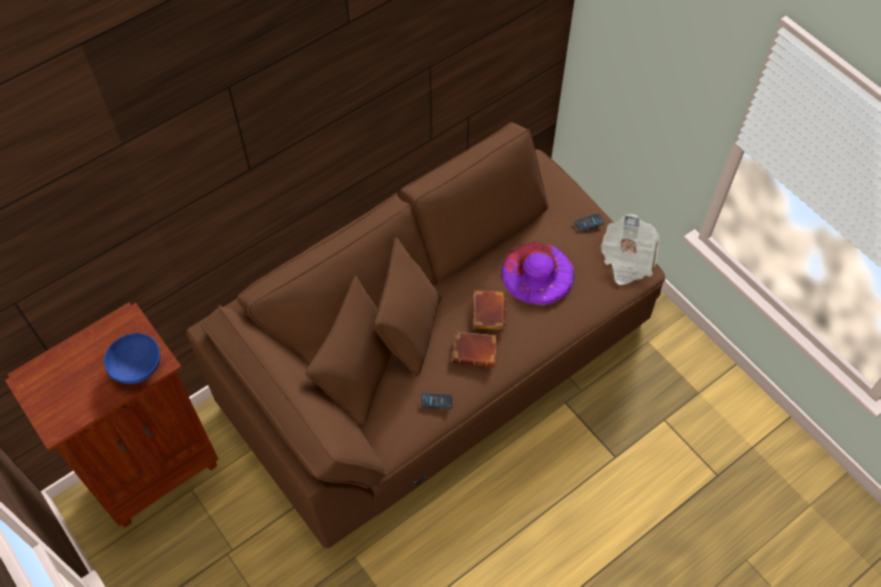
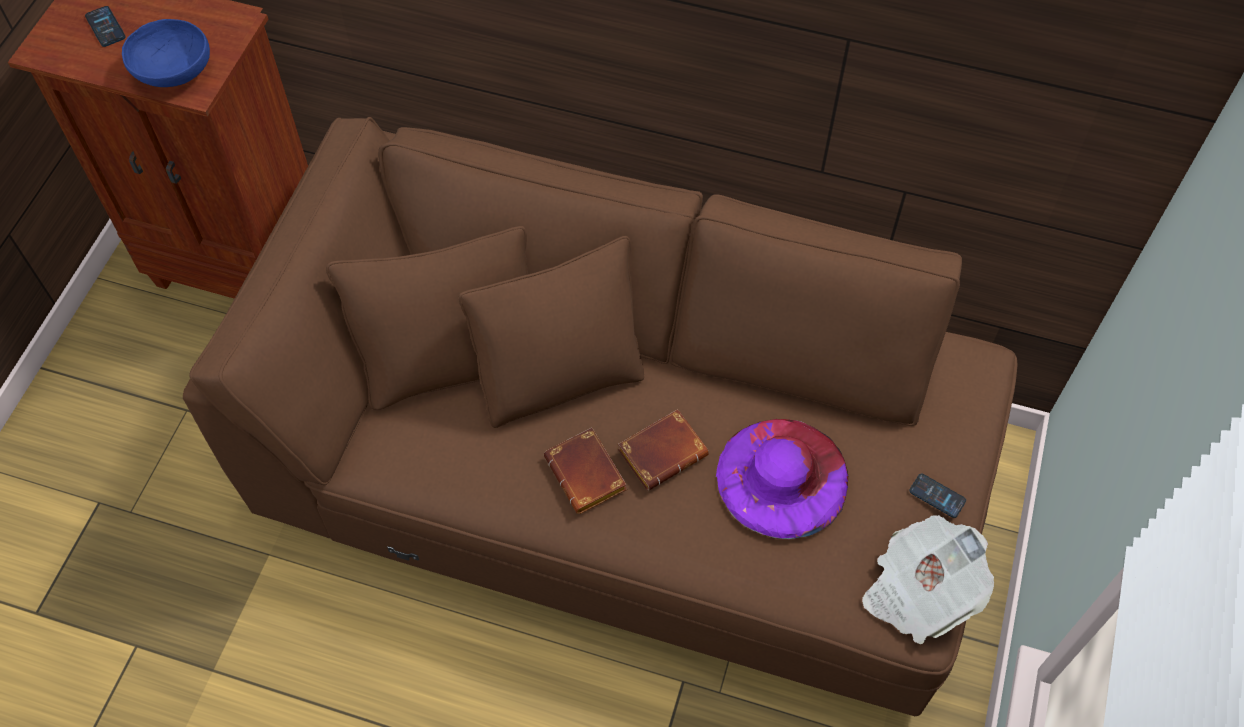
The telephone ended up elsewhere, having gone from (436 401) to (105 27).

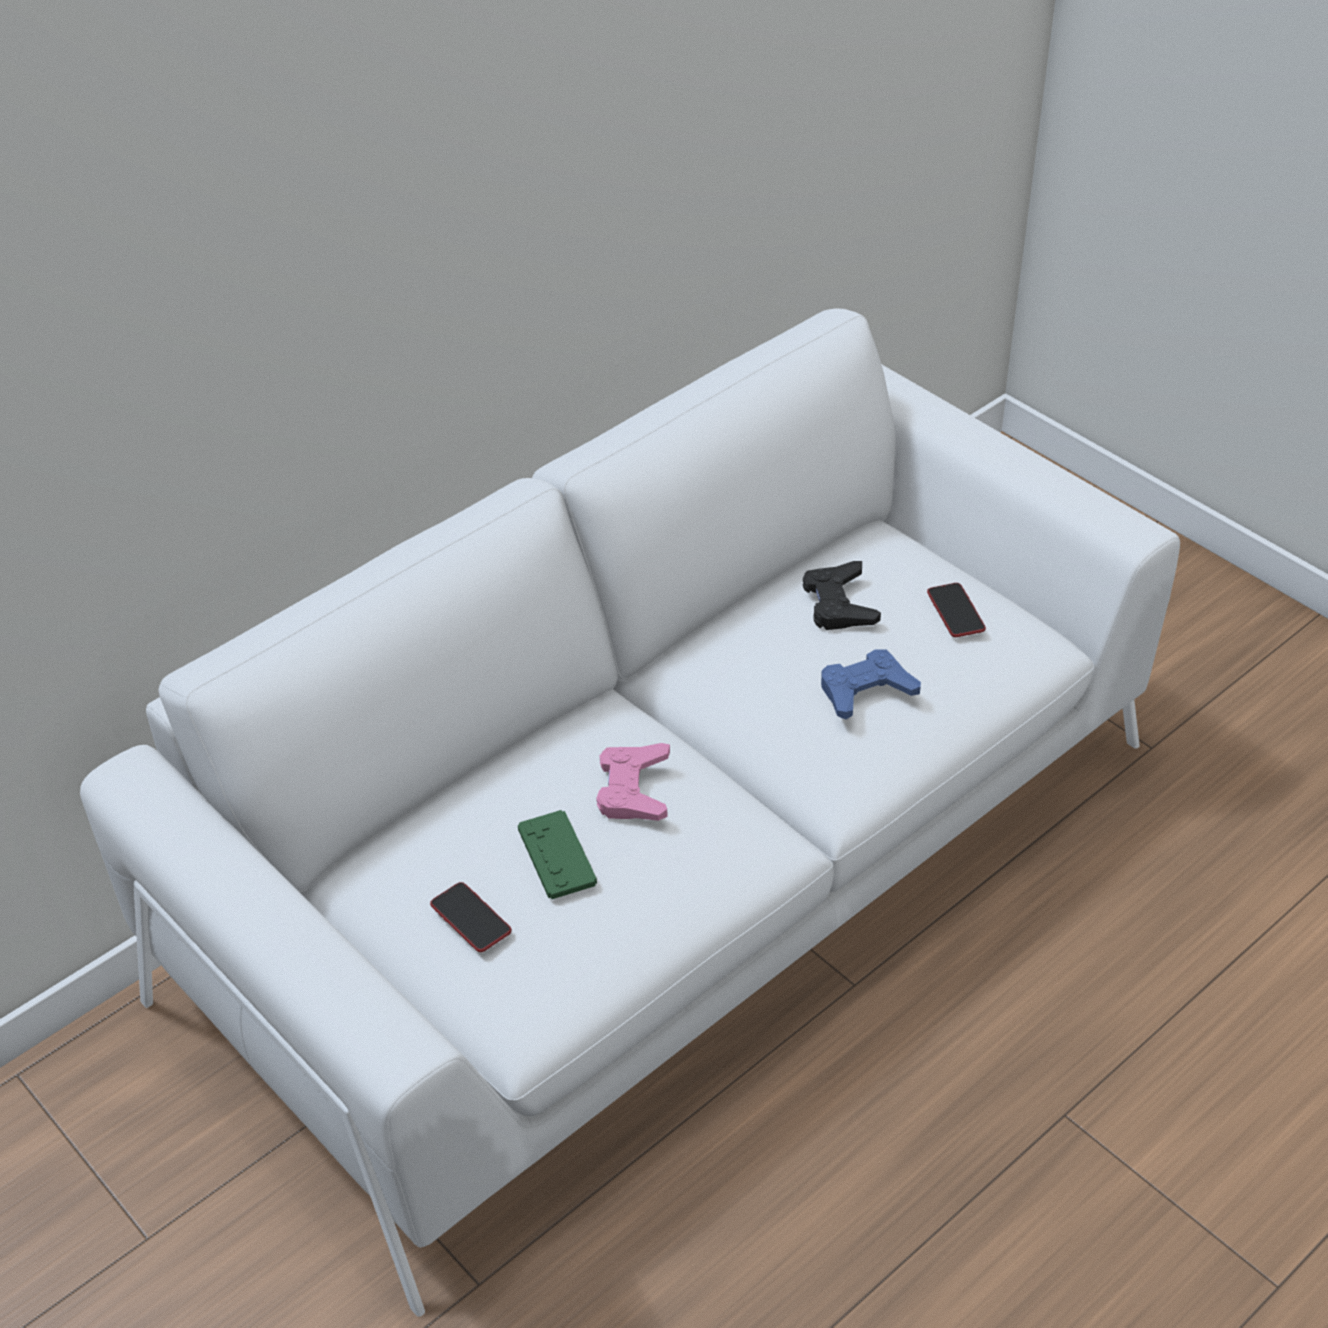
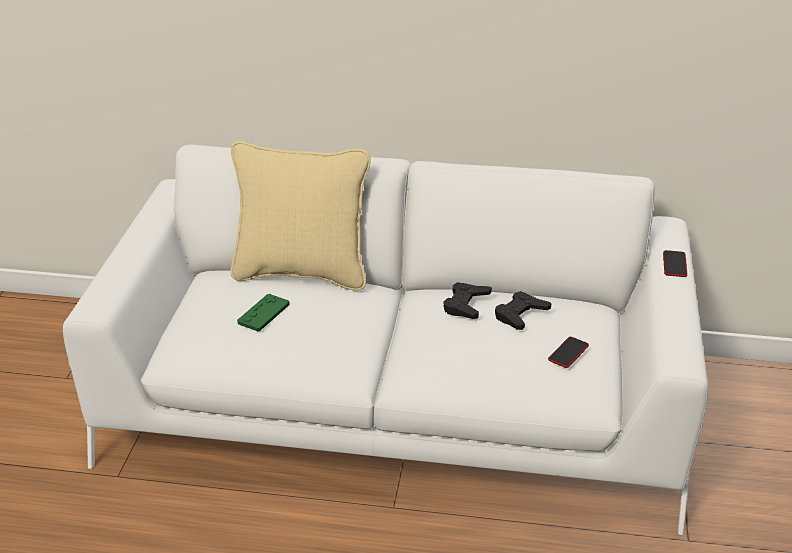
The second view gained the beige-coloured cushion at (302 273).
The second view gained the blackish gamepad at (466 305).
The telephone ended up elsewhere, having gone from (470 918) to (674 264).
The second view lost the pink gamepad at (633 789).
The second view lost the bluish gamepad at (866 690).

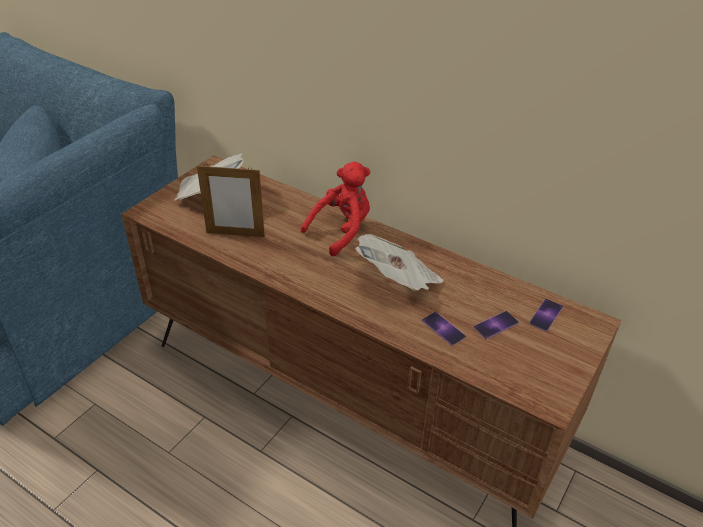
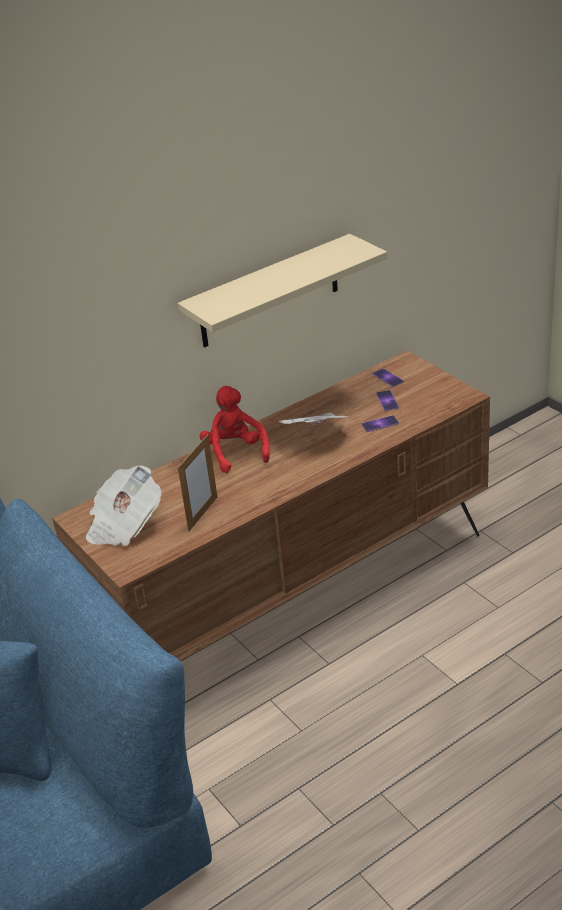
The second view gained the beige-coloured shelf at (269 292).

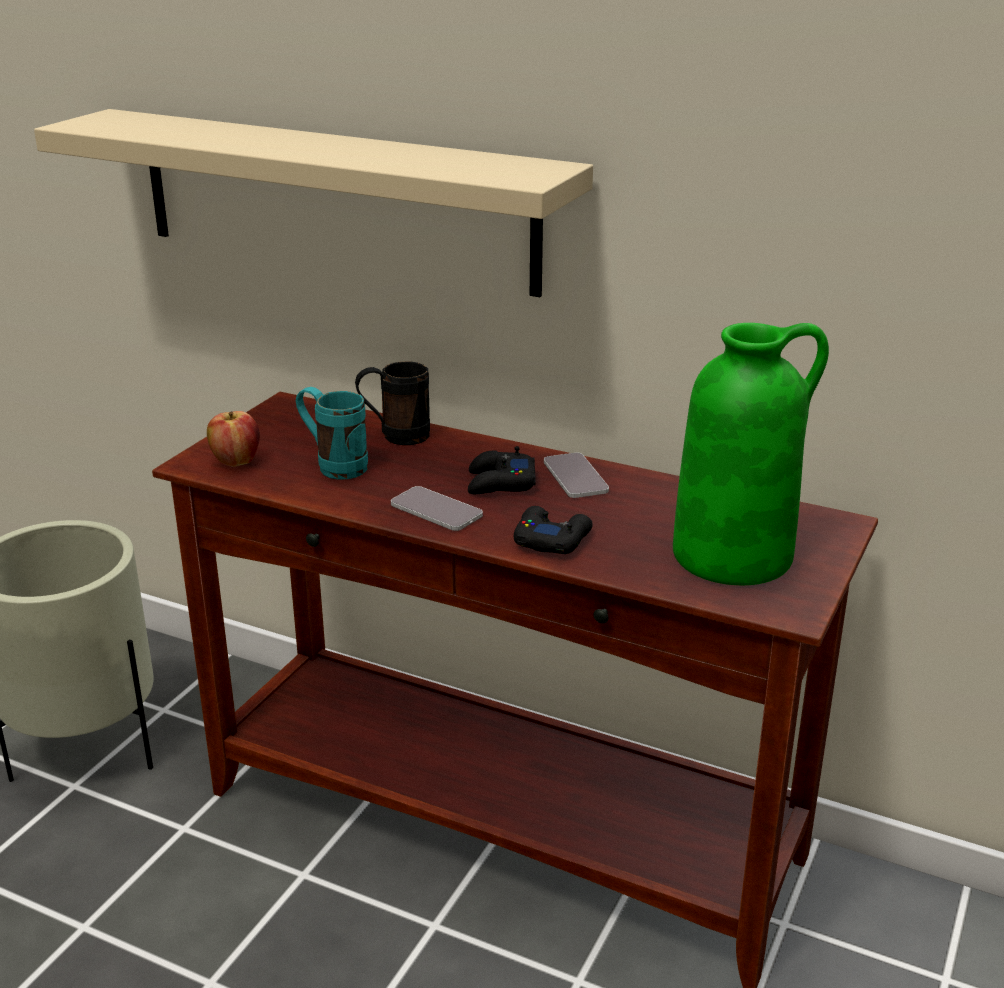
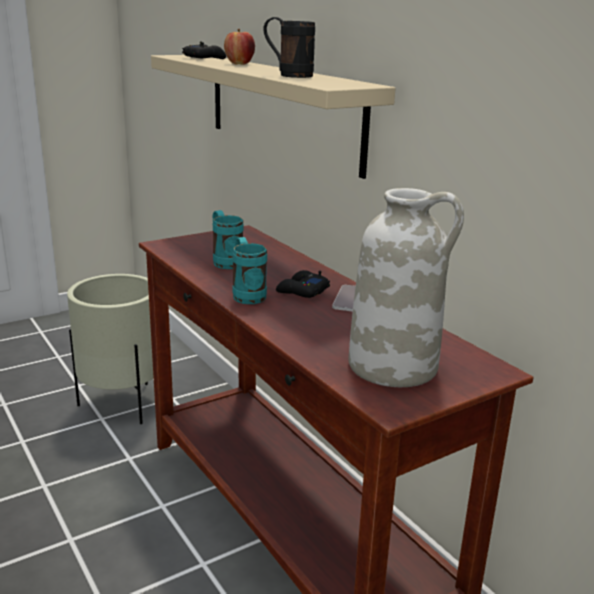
The blackish gamepad ended up elsewhere, having gone from (551 539) to (204 58).
The whole apple ended up elsewhere, having gone from (236 461) to (239 64).
Where the telephone stood at (436 510), the turquoise-coloured tea mug came to stand at (247 294).
The blackish tea mug ended up elsewhere, having gone from (394 437) to (288 75).
What was the green-coloured flower vase at (734 555) turned into the white flower vase at (394 366).

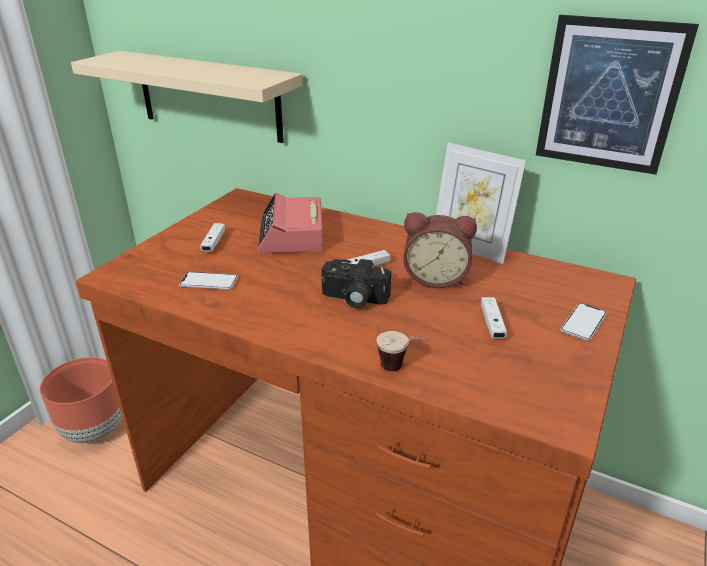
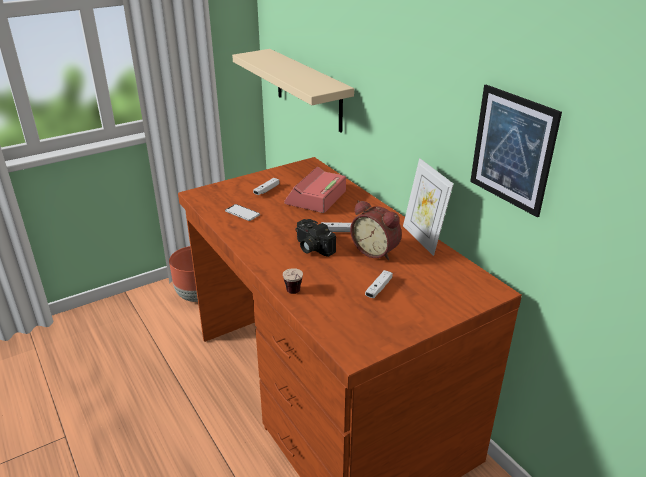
The second view lost the telephone at (583 322).

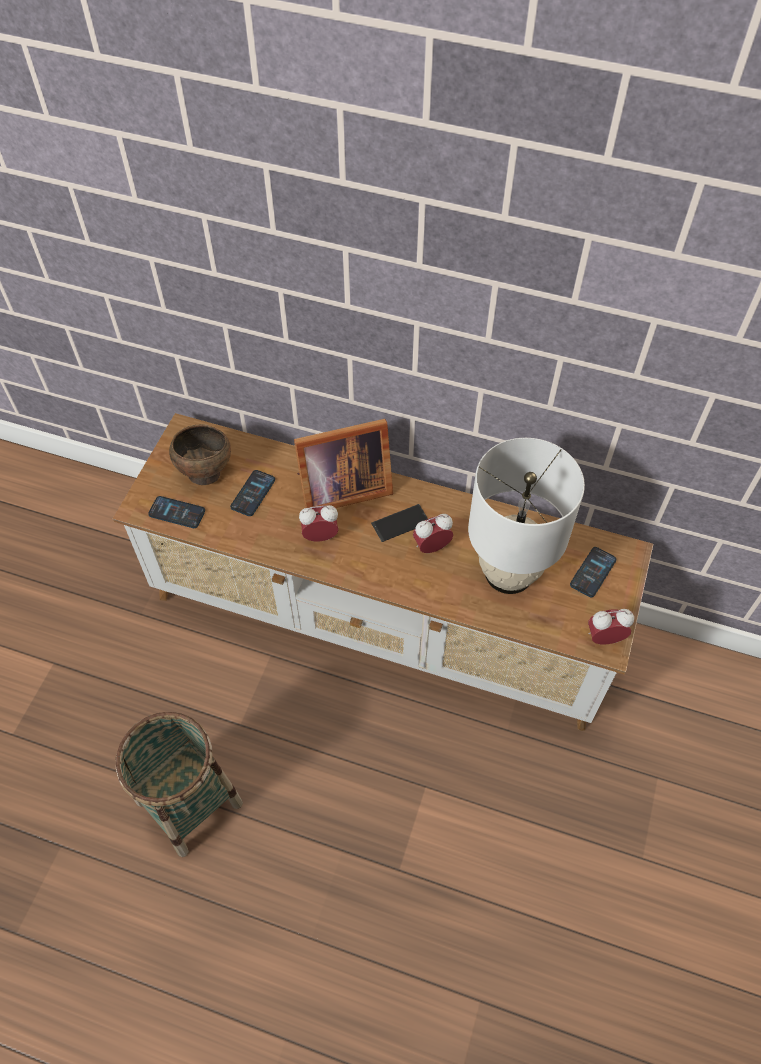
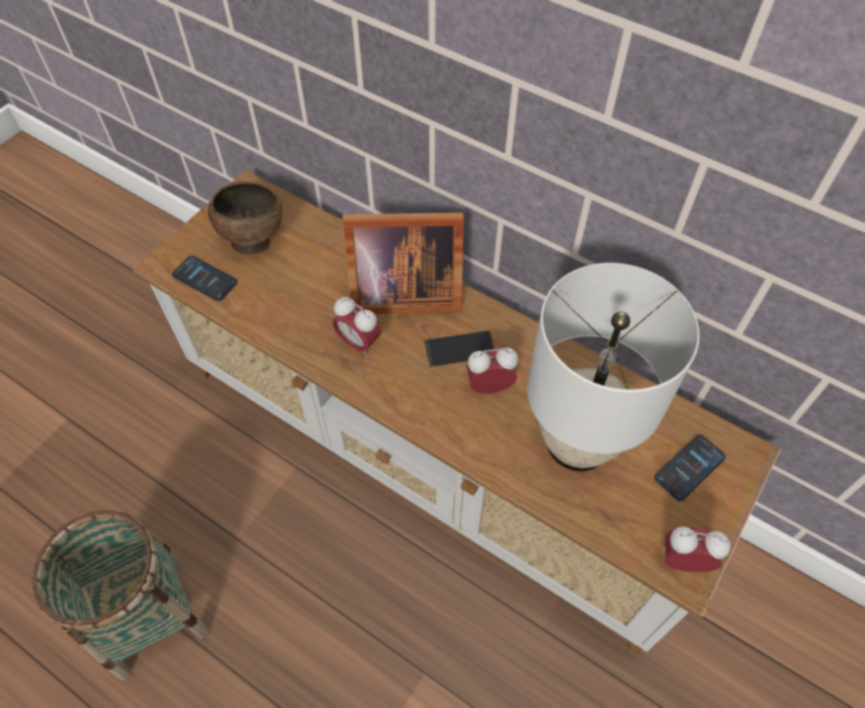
The alarm clock at (320 536) ended up facing another way, 150 degrees counterclockwise from before.
The second view lost the telephone at (253 493).

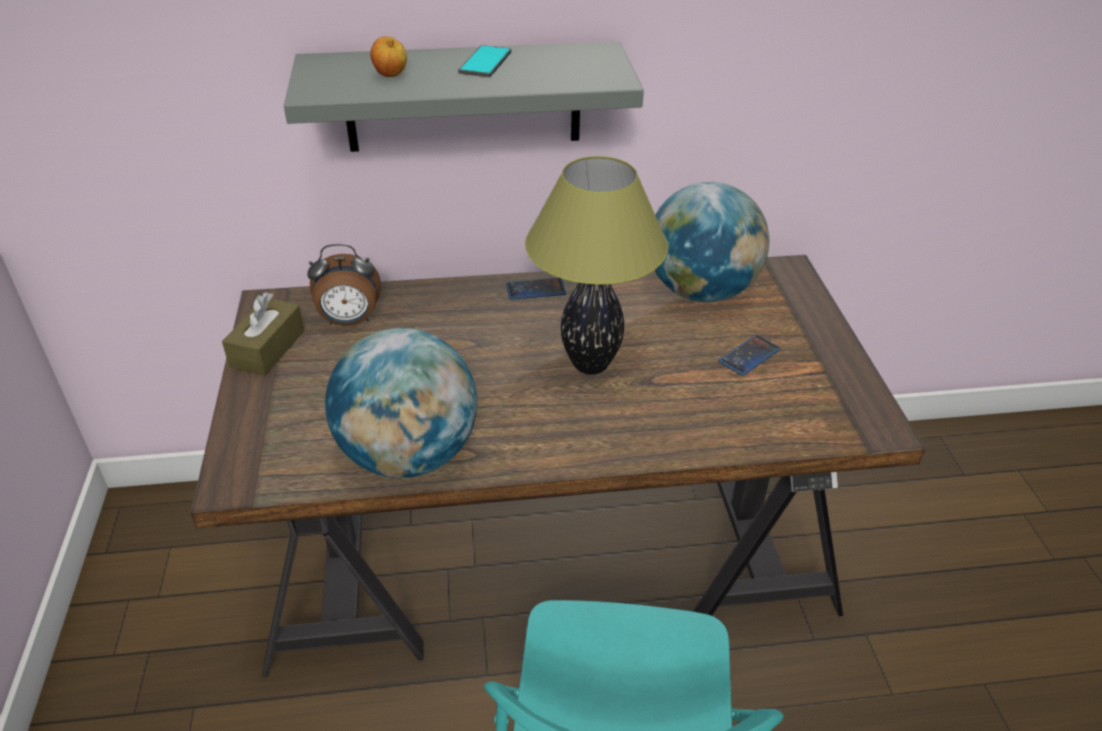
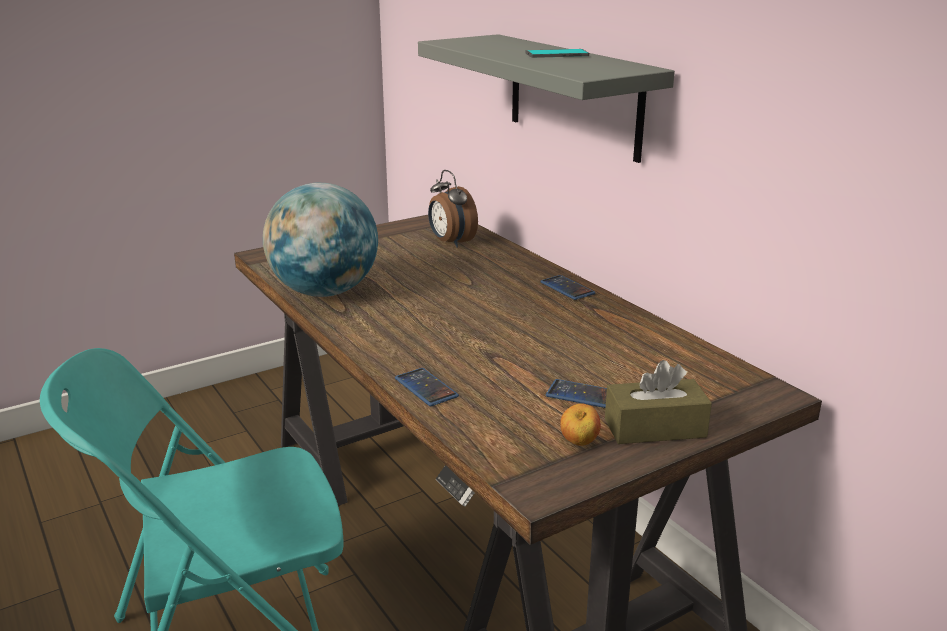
The second view gained the telephone at (426 388).
The whole apple ended up elsewhere, having gone from (391 76) to (579 443).
The brown-coloured box of tissues ended up elsewhere, having gone from (268 349) to (655 428).
The second view lost the table lamp at (589 364).
The second view lost the desk globe at (701 291).

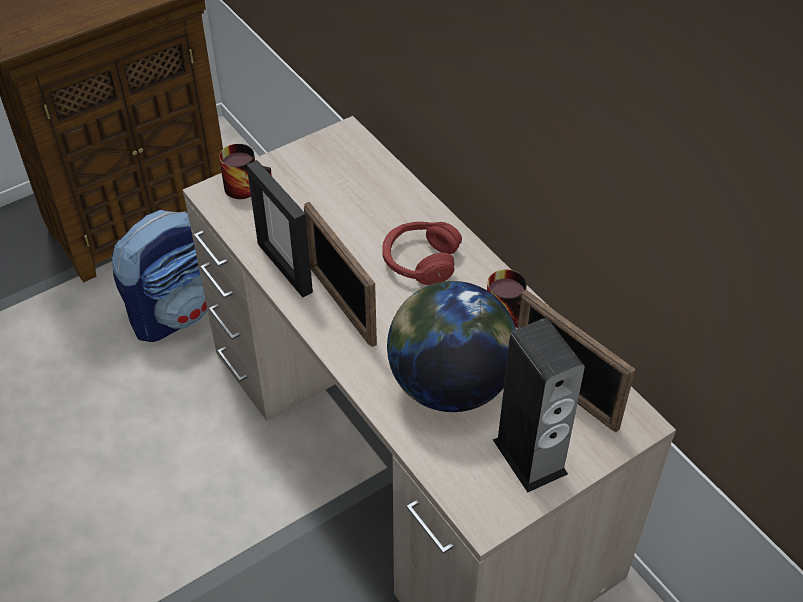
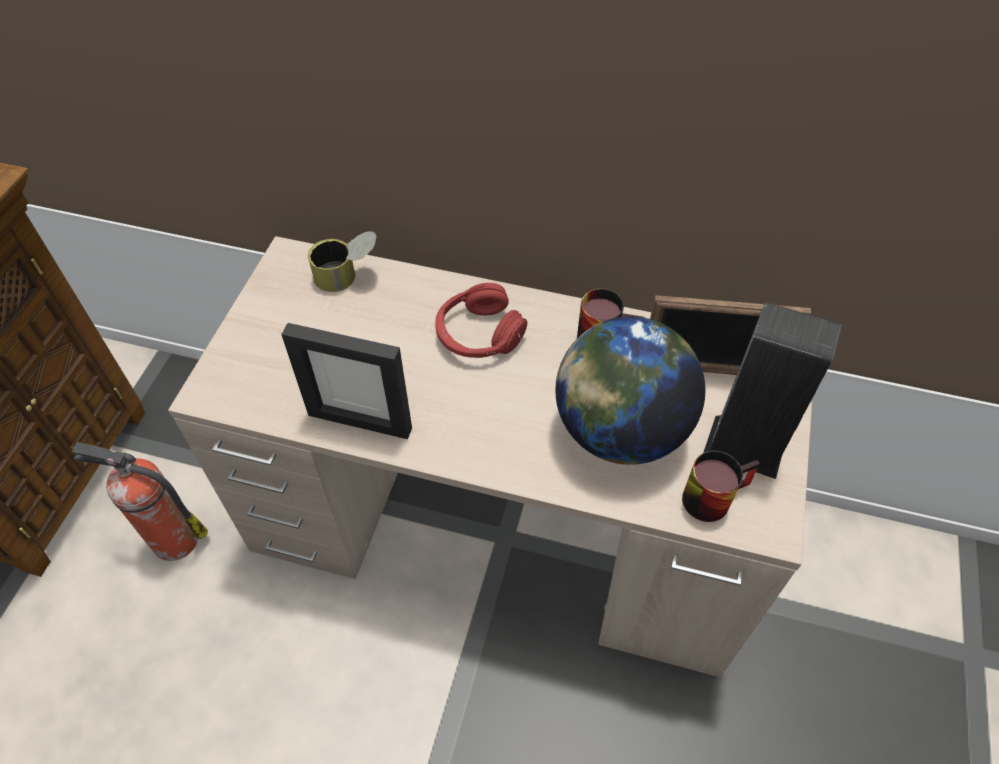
Where the rucksack stood at (176 312), the fire-fighting cylinder came to stand at (172 539).
The second view gained the can at (347 276).
The tea mug ended up elsewhere, having gone from (248 186) to (711 494).
The second view lost the standing frame at (341 304).

